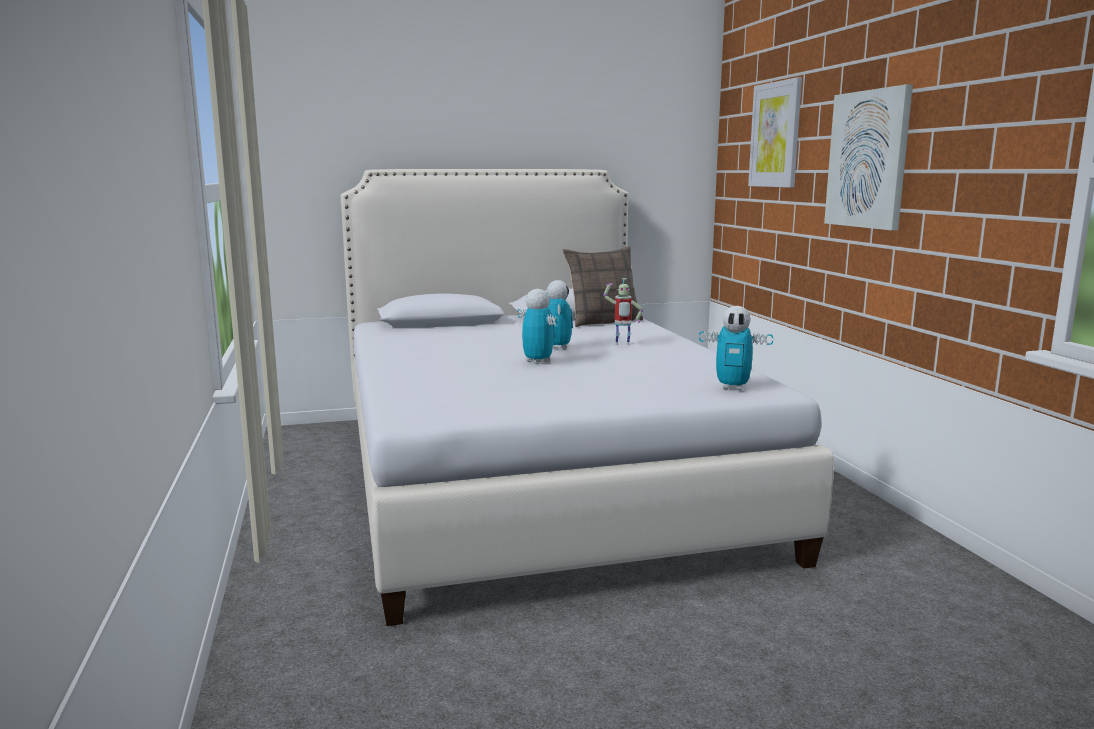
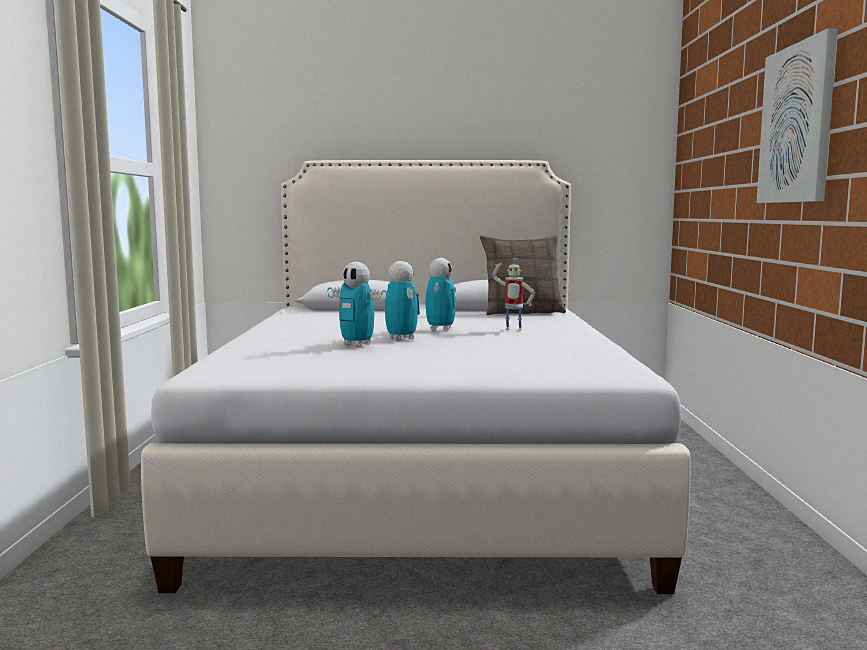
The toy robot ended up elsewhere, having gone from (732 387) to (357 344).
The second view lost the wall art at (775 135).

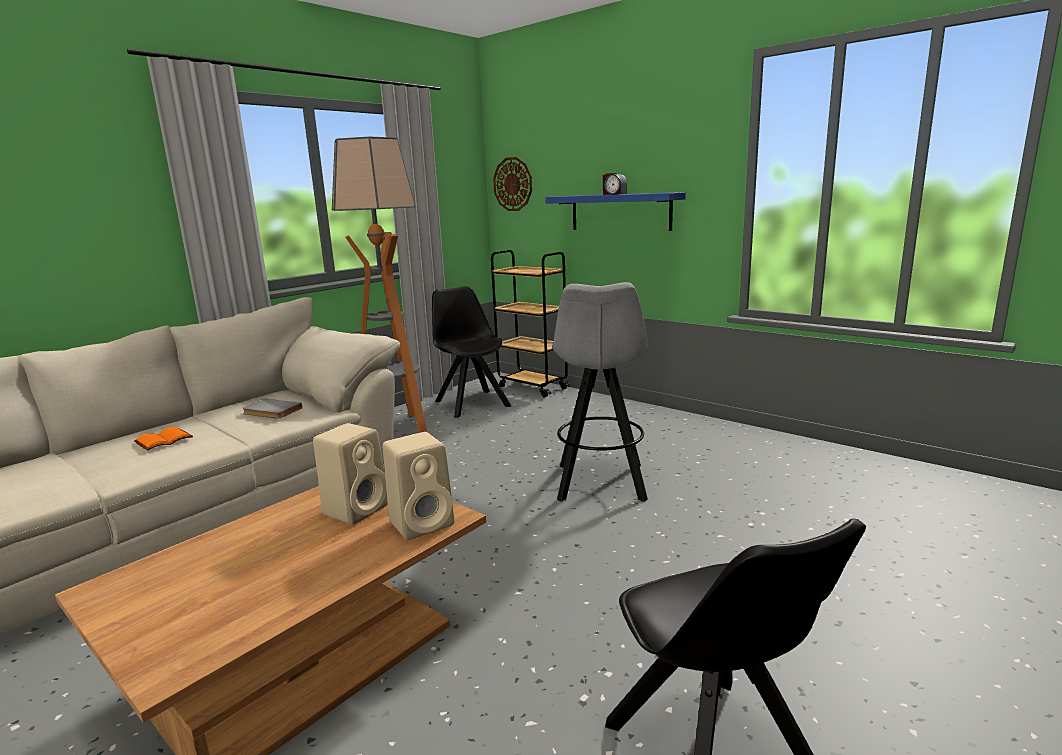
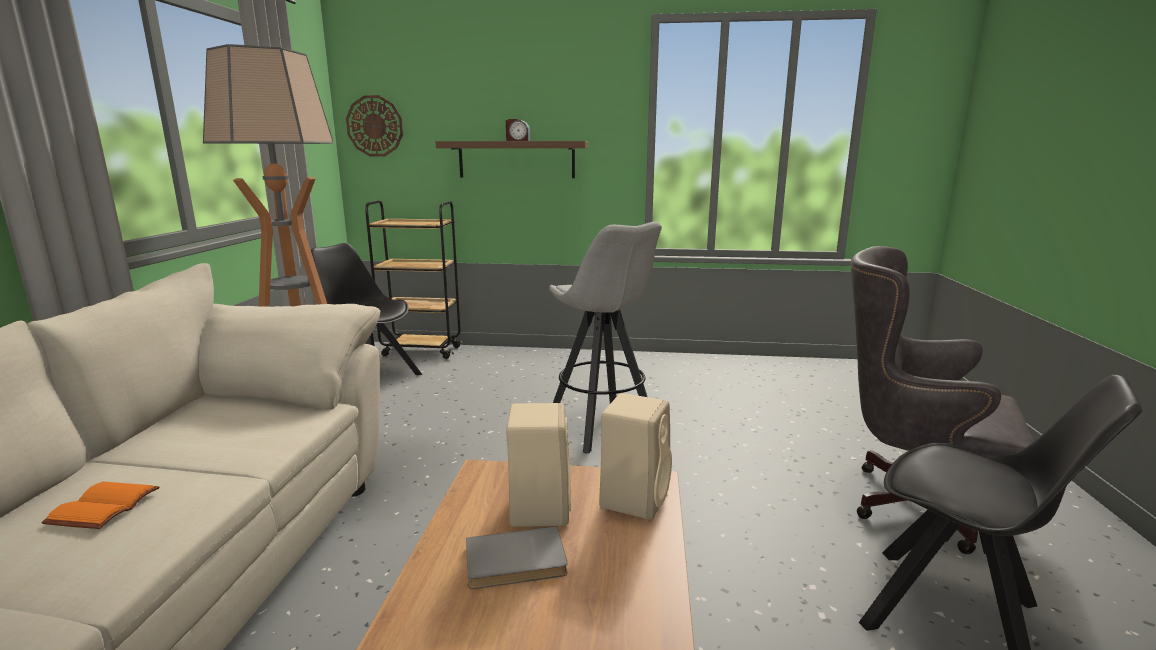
What was the bluish shelf at (620 212) turned into the brown-coloured shelf at (516 159).
The grey bound book ended up elsewhere, having gone from (271 411) to (516 563).
The second view gained the grey computer chair at (912 504).

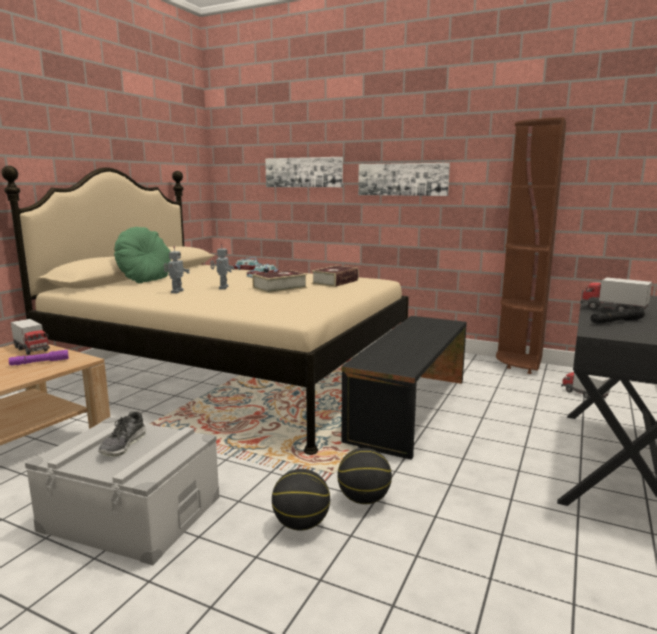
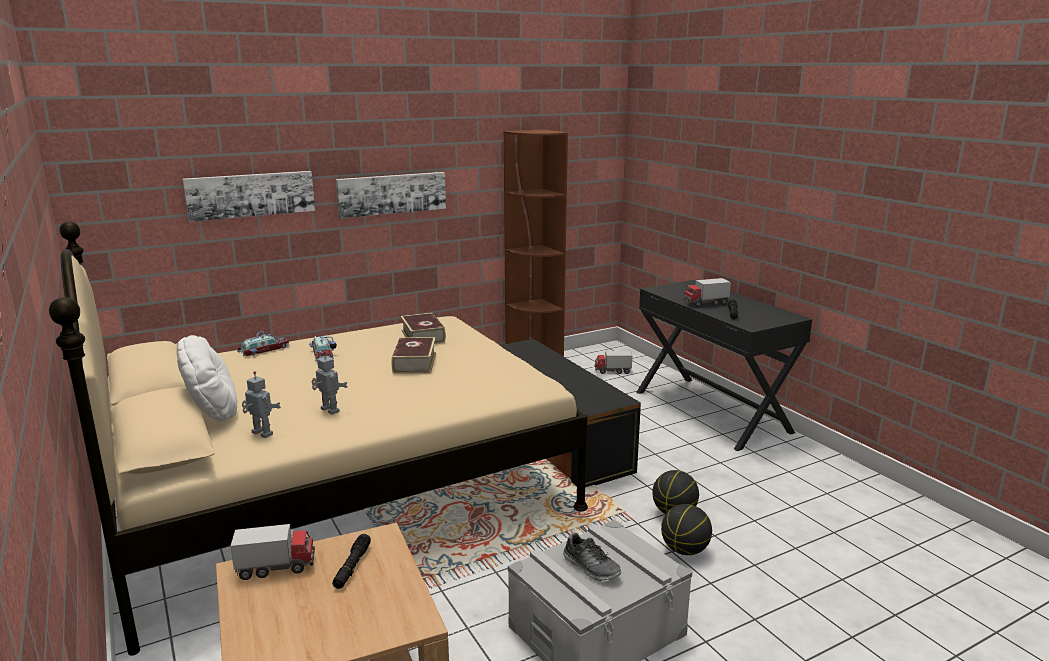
What was the green-coloured cushion at (145 281) turned into the white cushion at (213 415).
The toy robot ended up elsewhere, having gone from (222 288) to (261 434).
What was the purple-coloured torch at (39 362) turned into the blackish torch at (352 567).

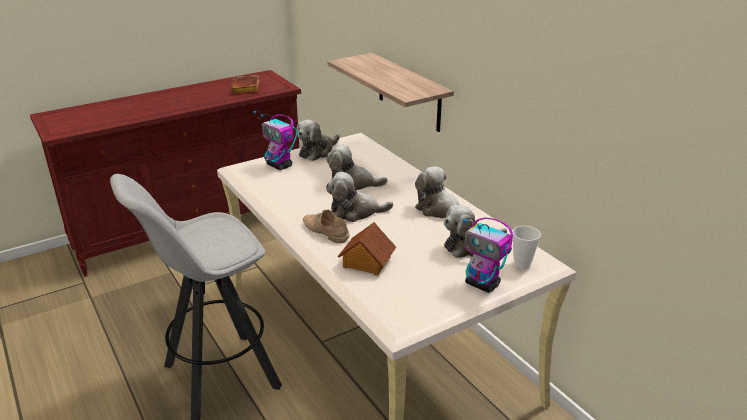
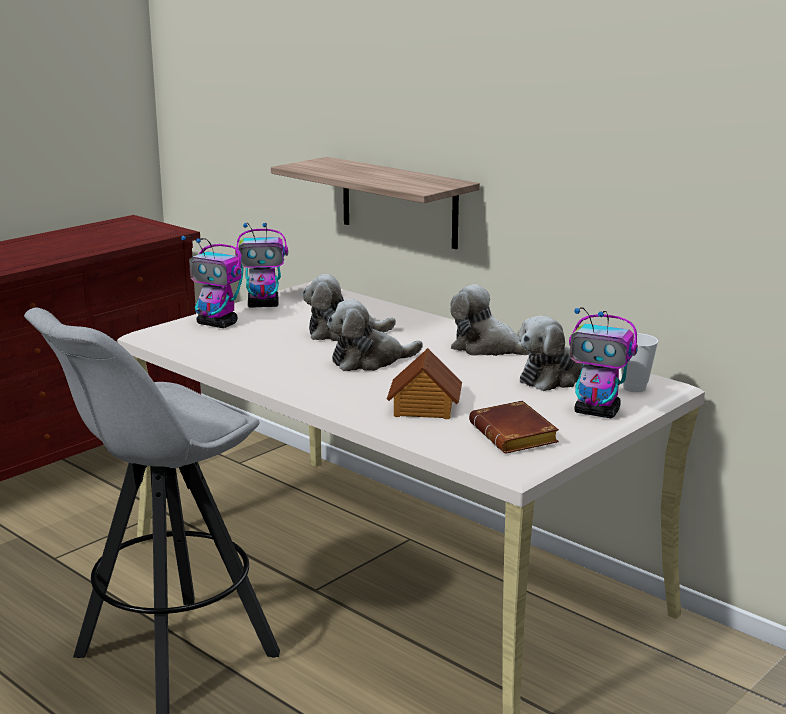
Where the cuddly toy stood at (317 151), the toy robot came to stand at (264 305).
The brown-coloured bound book ended up elsewhere, having gone from (247 88) to (516 436).
The second view lost the beige-coloured low shoe at (325 231).

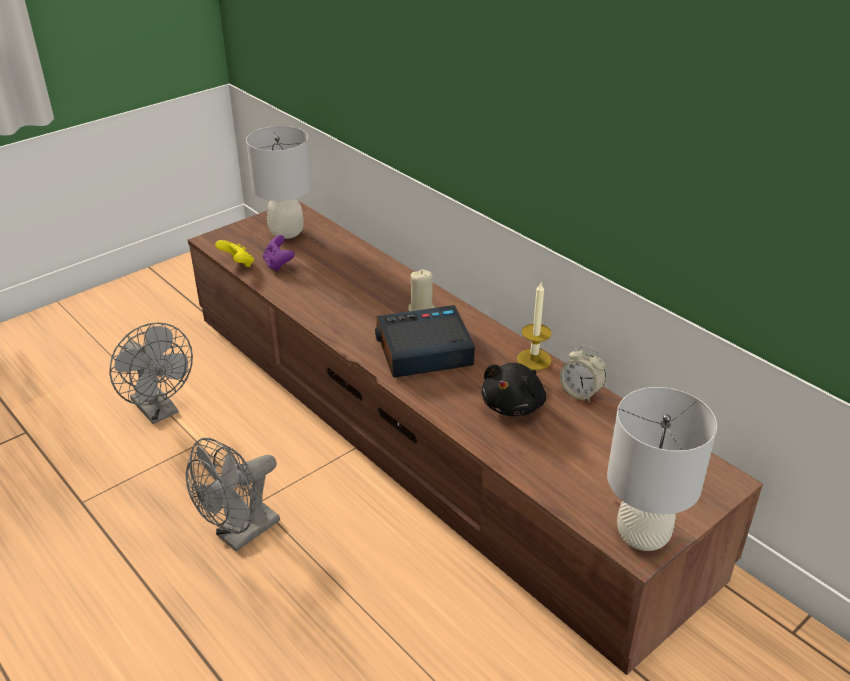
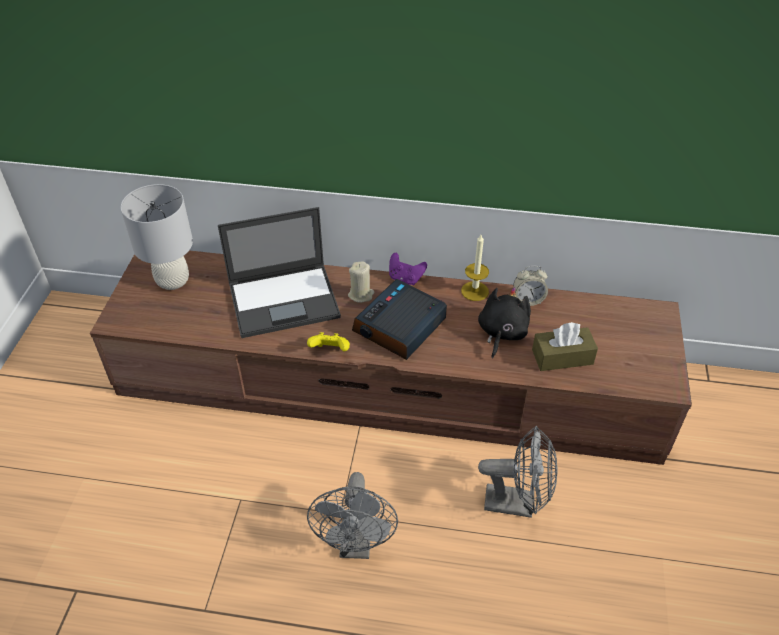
The second view gained the notebook computer at (285 300).
The yellowish gamepad ended up elsewhere, having gone from (238 264) to (330 351).
The purple-coloured gamepad ended up elsewhere, having gone from (278 264) to (405 278).
The blackish cuddly toy at (514 405) ended up facing another way, 150 degrees counterclockwise from before.
The grey fan ended up elsewhere, having gone from (159 411) to (517 503).
The second view gained the brown-coloured box of tissues at (562 357).
The second view lost the grey table lamp at (640 535).

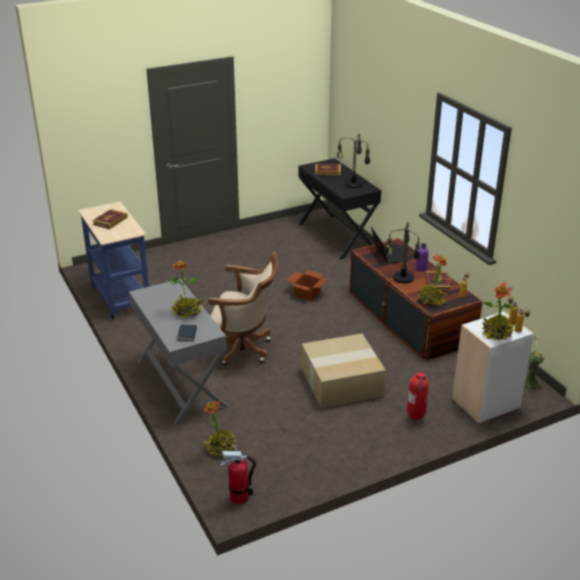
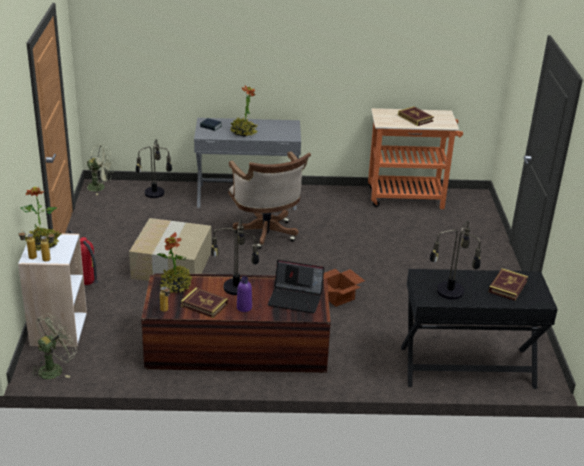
Where the fire-fighting cylinder stood at (239 497), the green-coloured fan came to stand at (100 187).
Where the potted plant stood at (220 447), the table lamp came to stand at (154 193).
The computer chair at (244 349) ended up facing another way, 60 degrees counterclockwise from before.
What was the bluish cart at (120 298) turned into the orangey cart at (407 198).

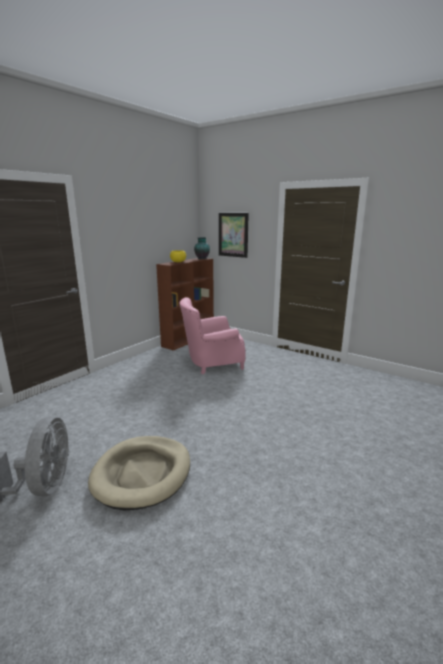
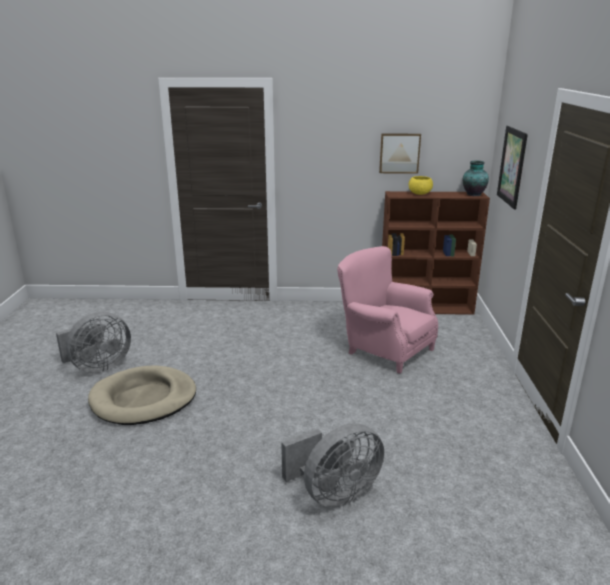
The second view gained the grey fan at (334 493).
The second view gained the wall art at (399 153).

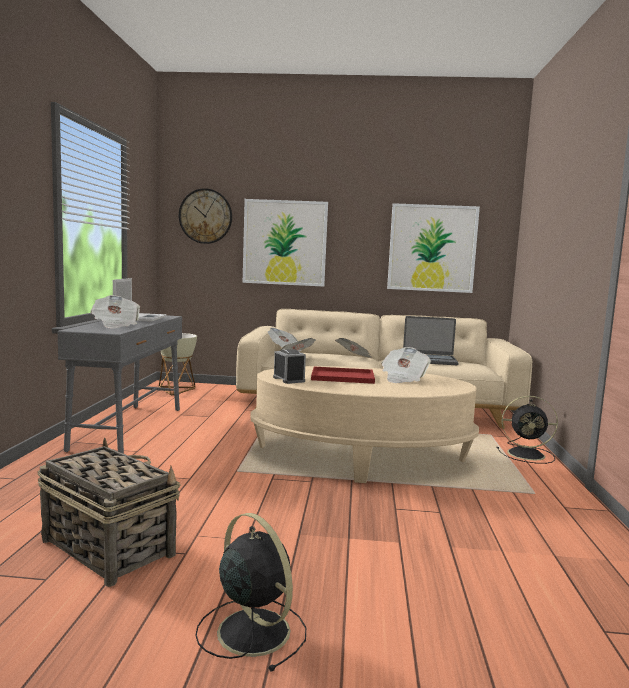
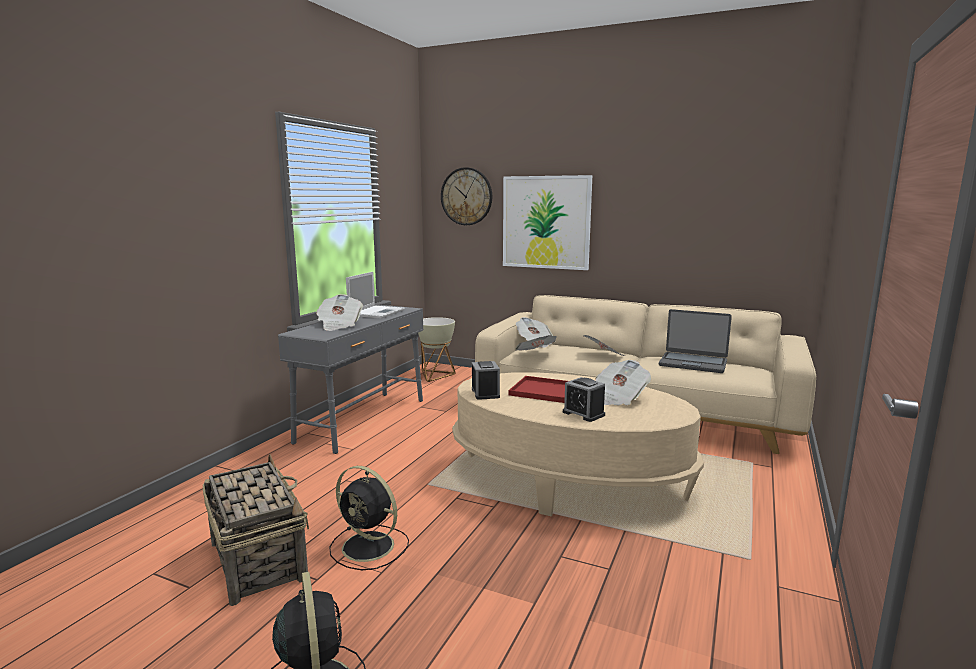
The blackish fan ended up elsewhere, having gone from (527 454) to (370 547).
The second view gained the alarm clock at (583 413).
The second view lost the wall art at (432 248).

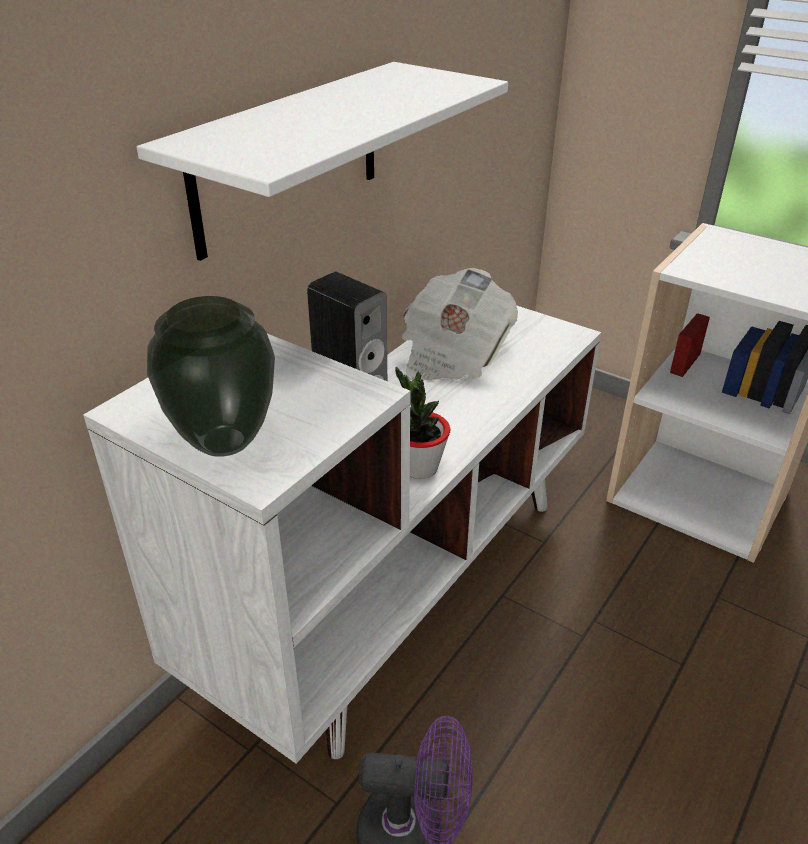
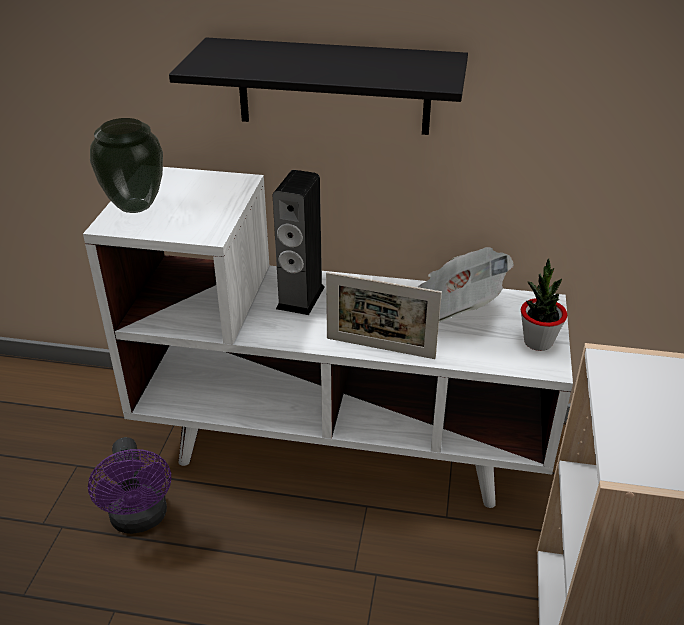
What was the white shelf at (288 158) turned into the blackish shelf at (333 87).
The second view gained the standing frame at (380 348).
The potted plant ended up elsewhere, having gone from (419 467) to (538 342).

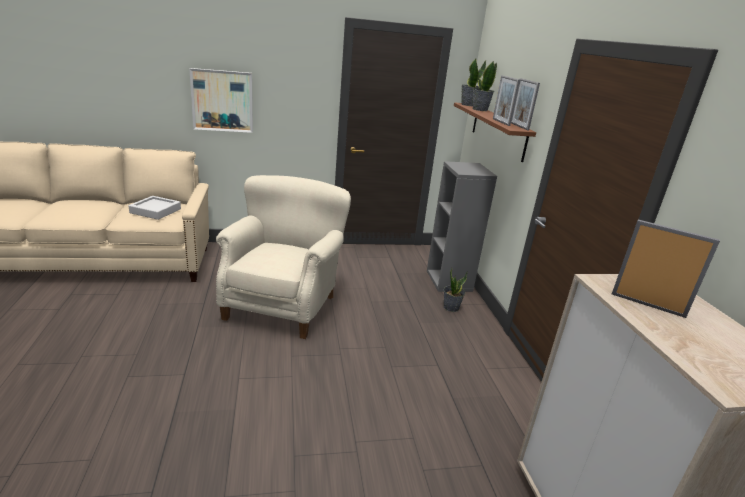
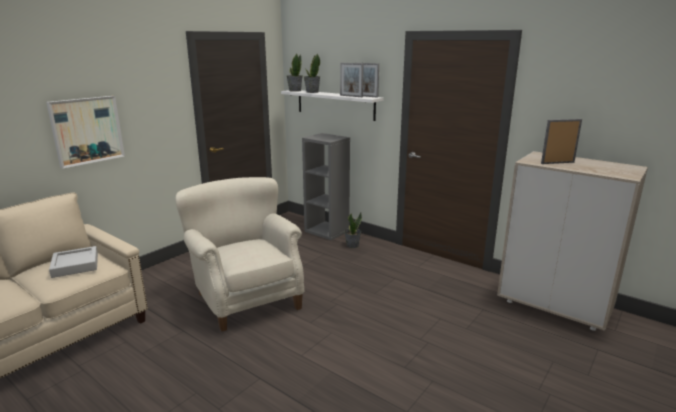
What was the brown-coloured shelf at (498 130) turned into the white shelf at (335 104).

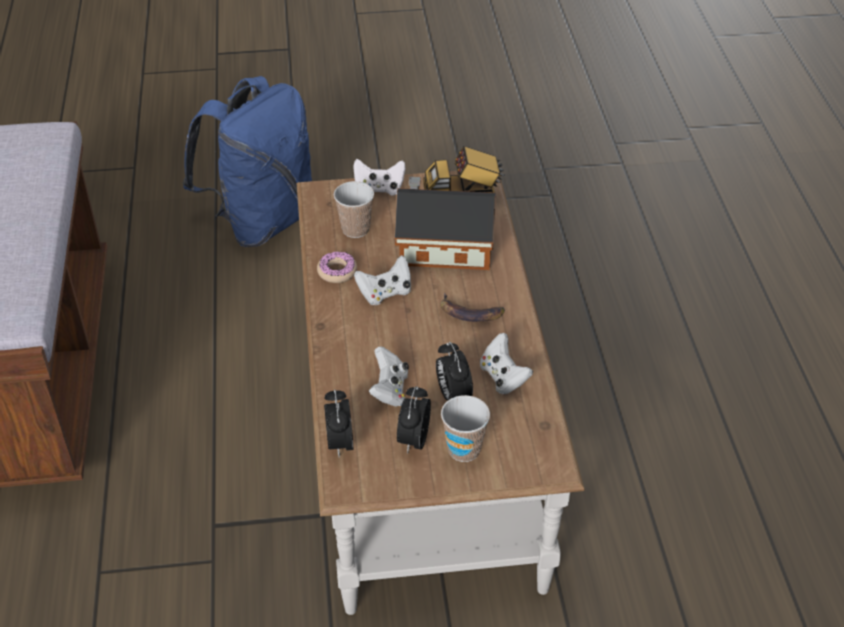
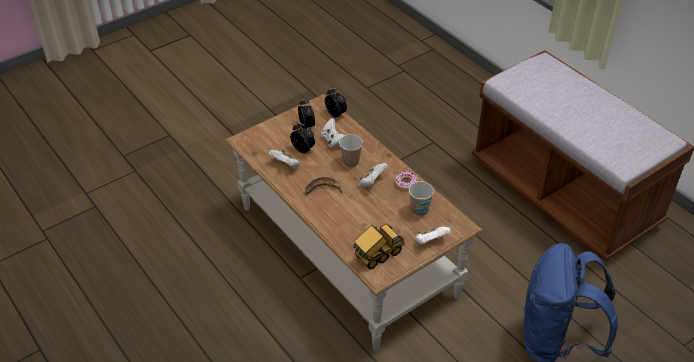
The small cup ended up elsewhere, having gone from (464 449) to (350 162).
The second view lost the toy house at (441 247).

